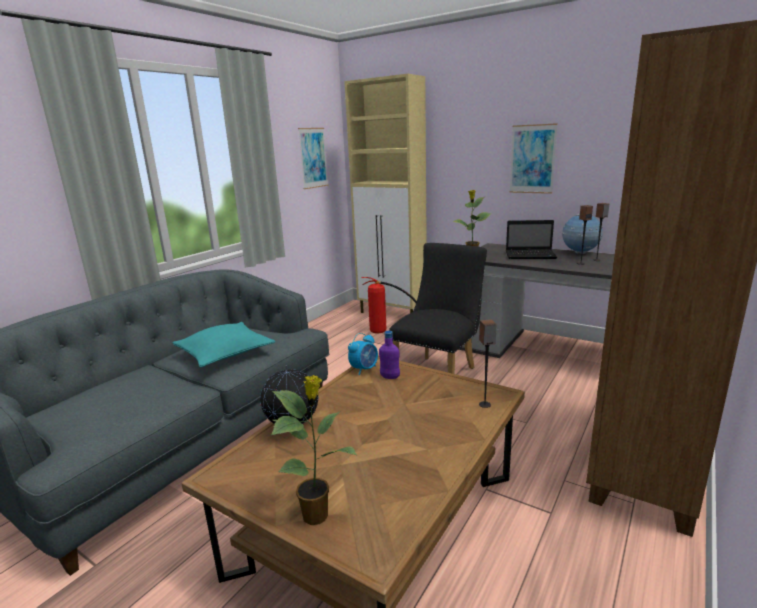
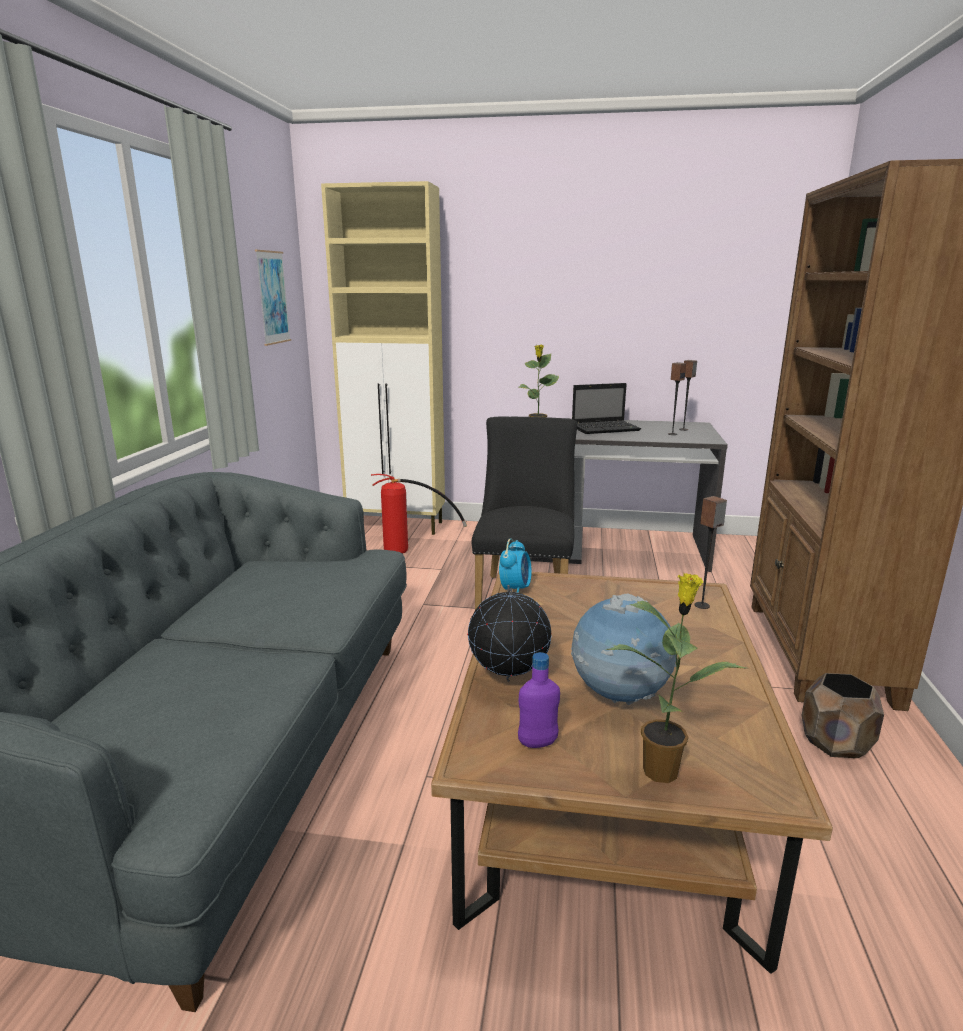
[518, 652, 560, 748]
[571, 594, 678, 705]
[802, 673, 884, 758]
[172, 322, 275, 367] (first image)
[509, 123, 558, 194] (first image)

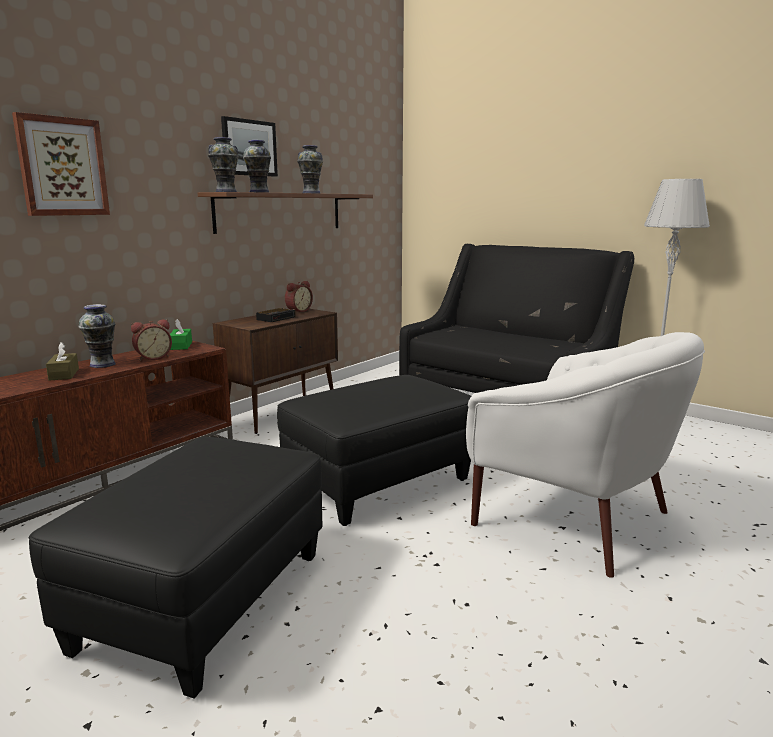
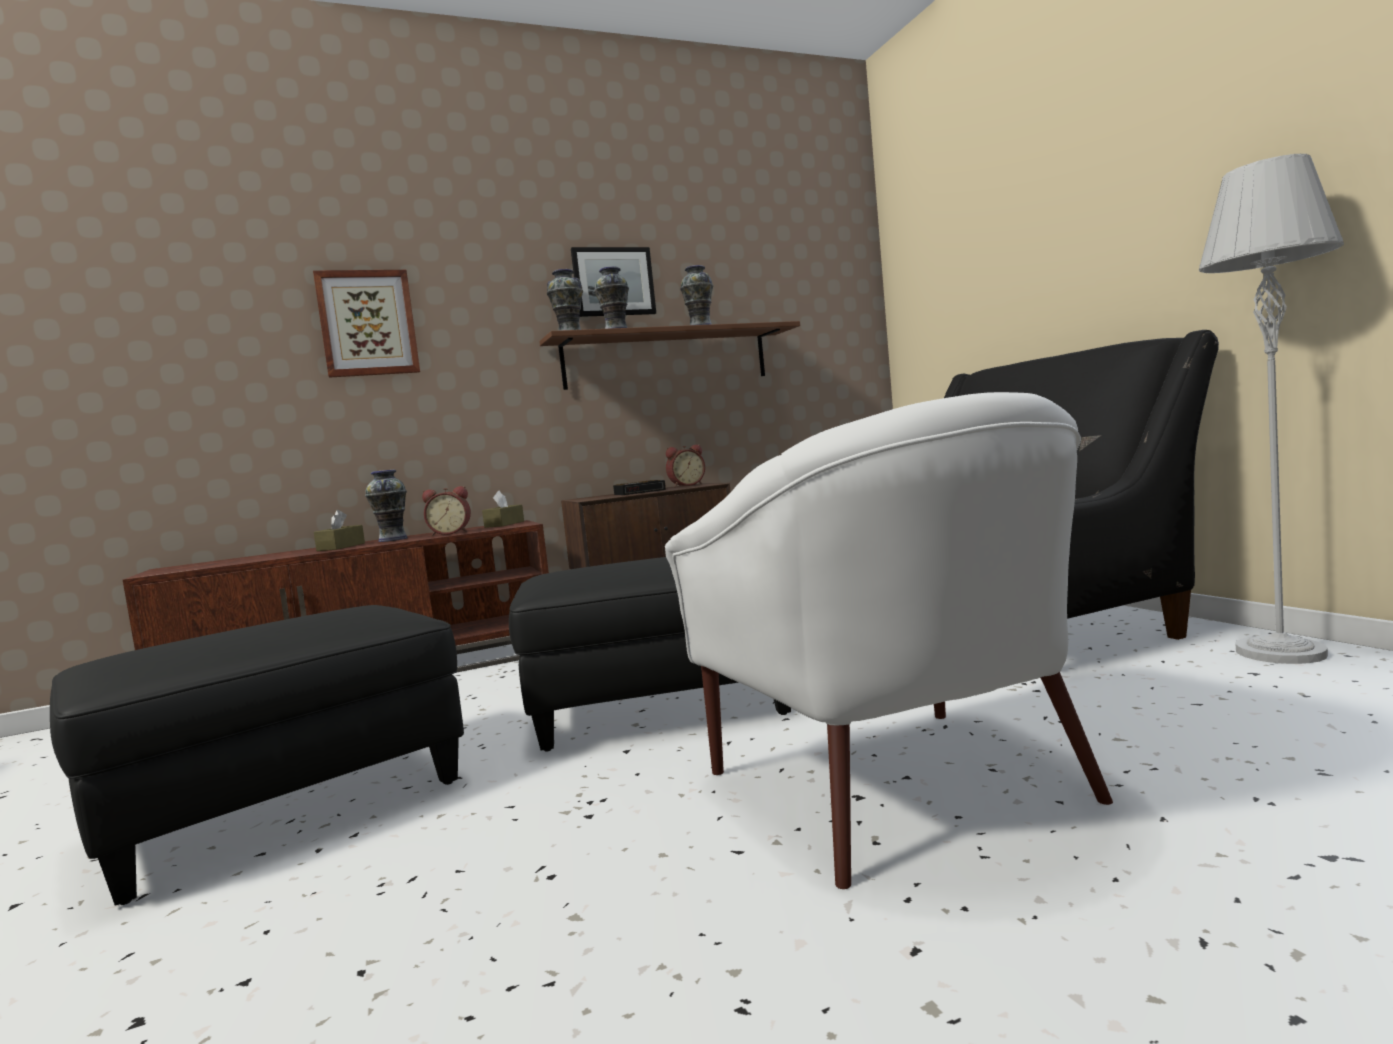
[482, 491, 524, 528]

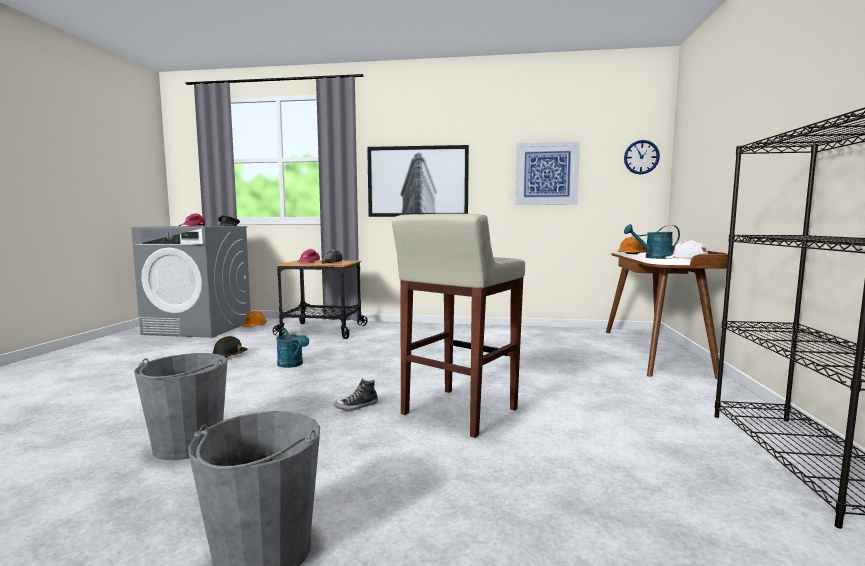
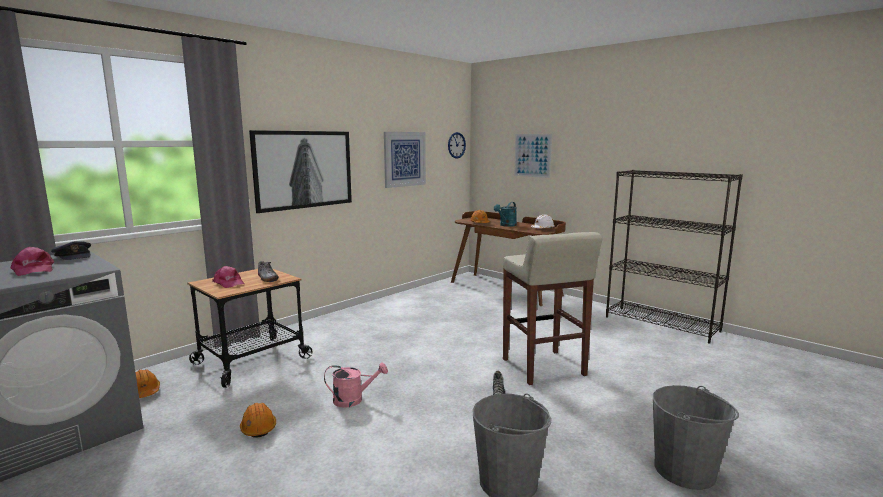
[240, 403, 276, 438]
[324, 362, 388, 408]
[514, 134, 552, 178]

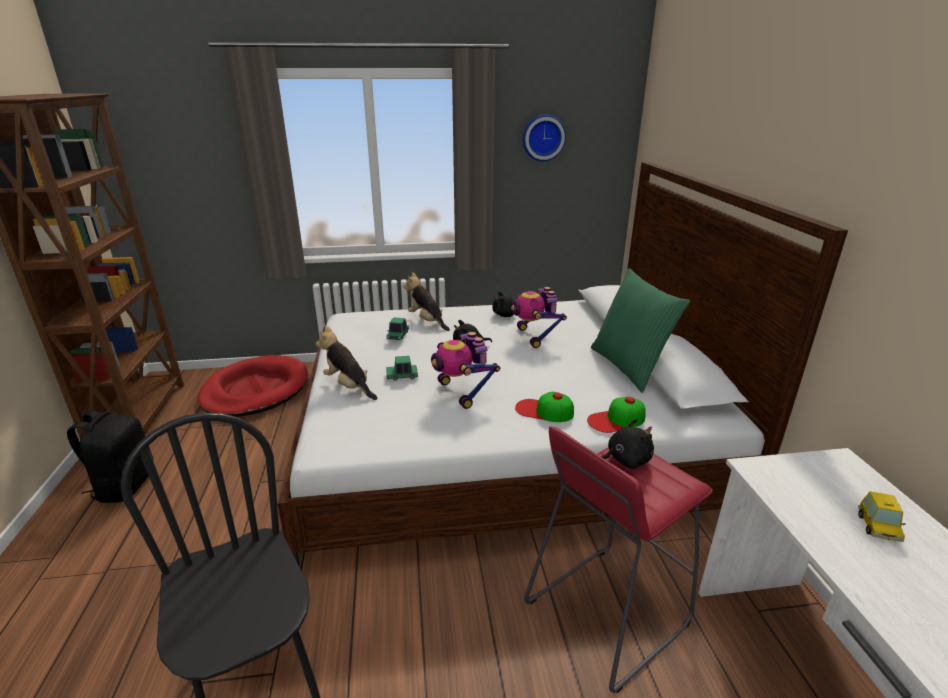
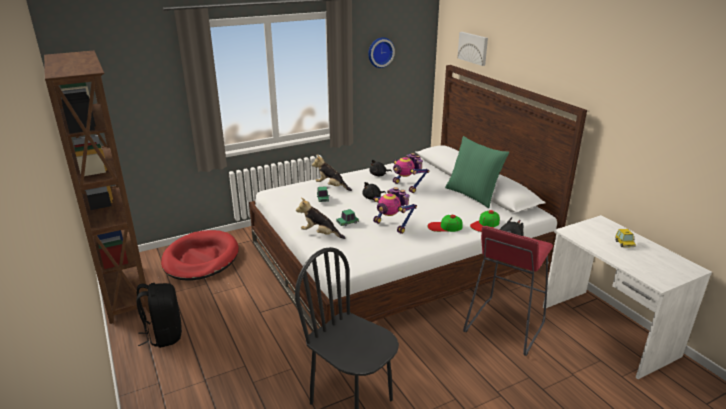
[457, 32, 488, 66]

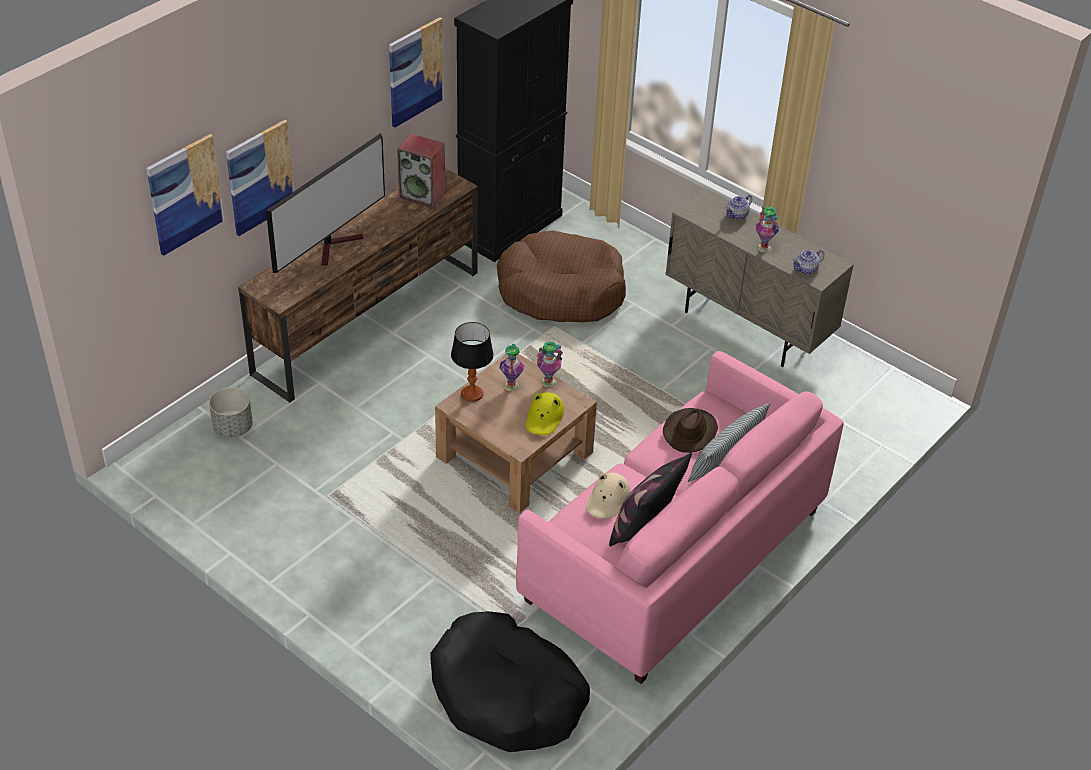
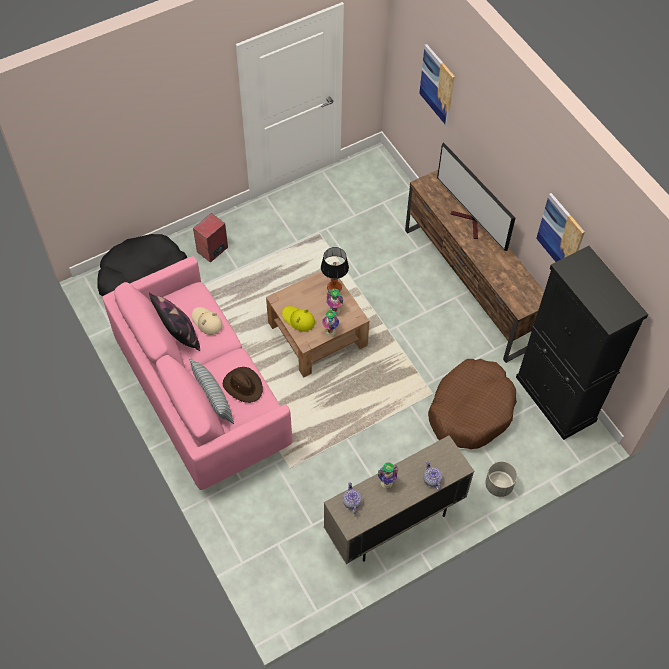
[193, 213, 228, 263]
[485, 461, 517, 497]
[226, 120, 294, 236] (first image)

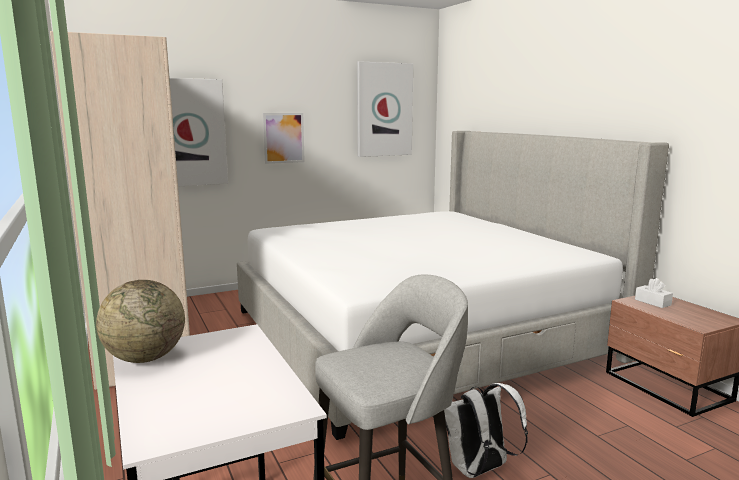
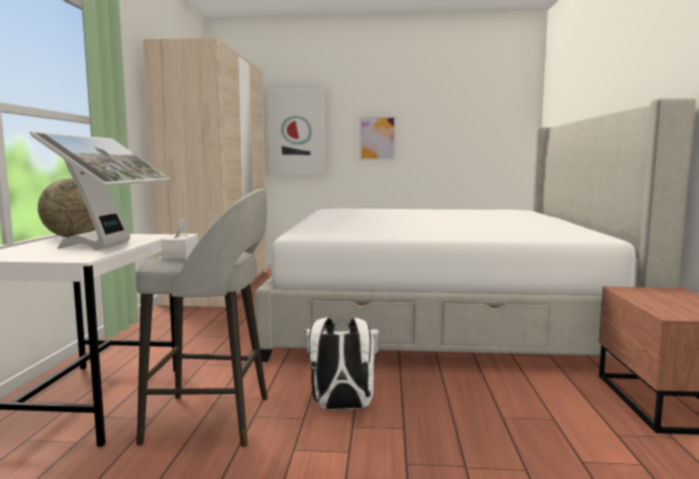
[30, 131, 170, 250]
[162, 218, 198, 259]
[357, 61, 413, 157] (first image)

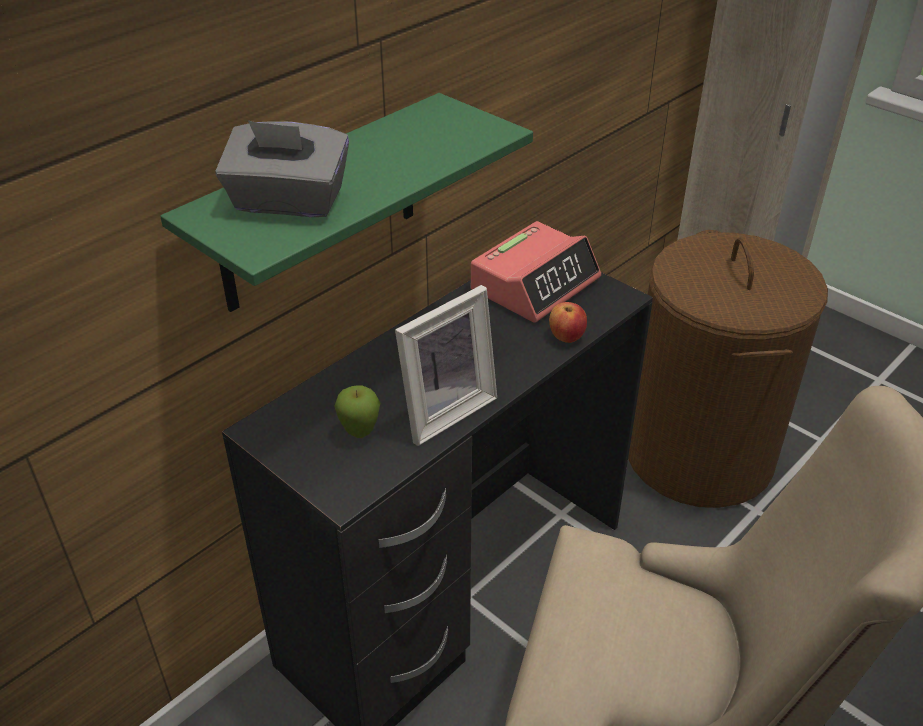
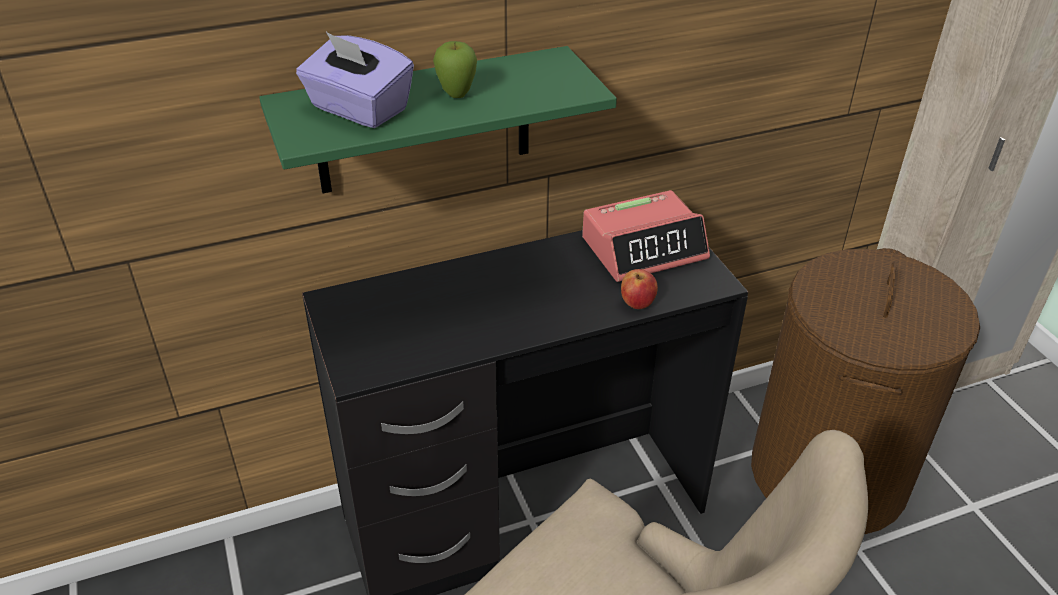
[296, 32, 414, 128]
[433, 41, 477, 98]
[395, 285, 497, 446] (first image)

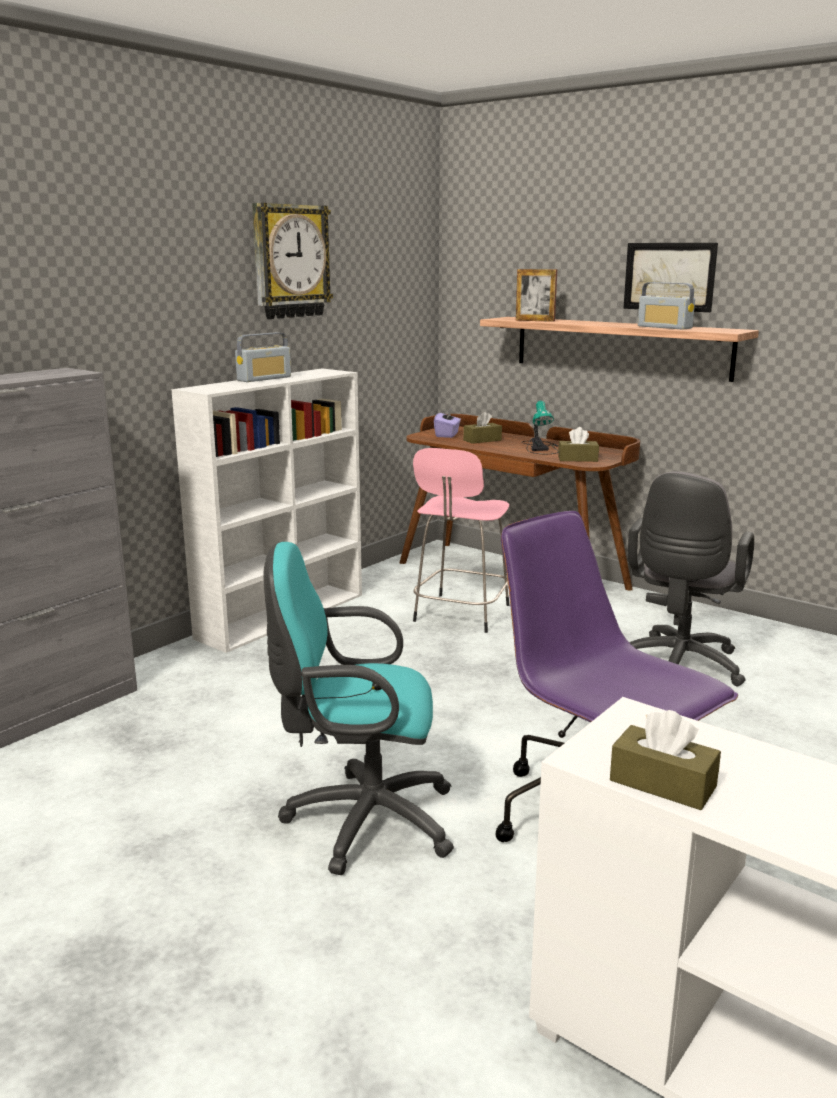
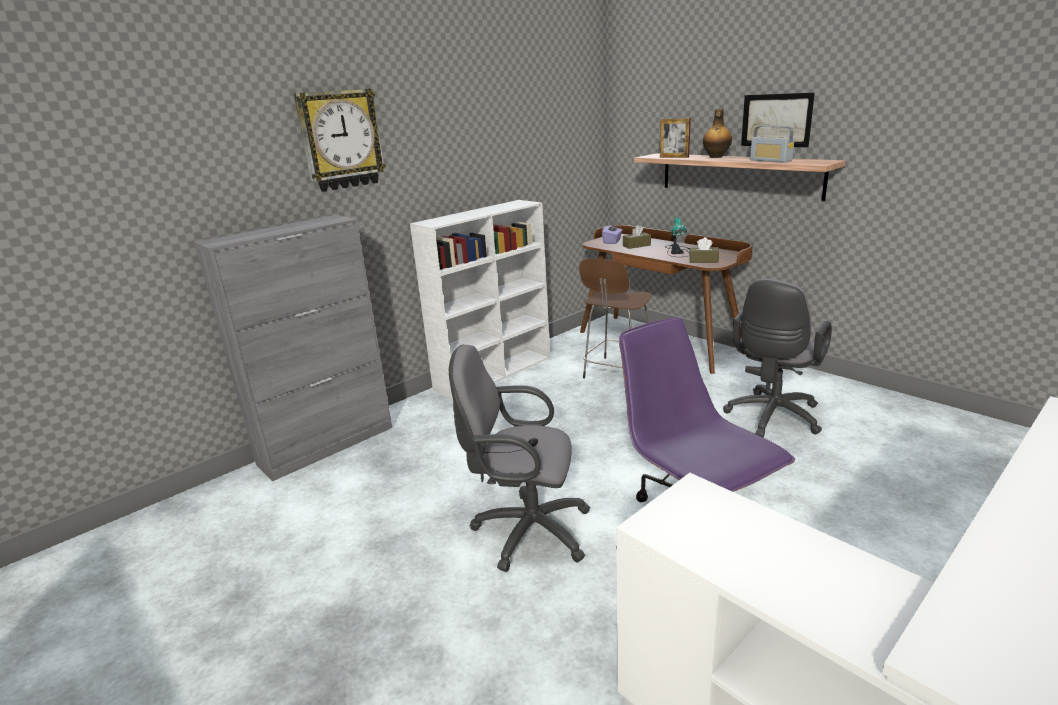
[294, 89, 386, 192]
[449, 345, 590, 572]
[579, 258, 652, 378]
[703, 109, 732, 158]
[235, 332, 291, 382] (first image)
[610, 710, 721, 810] (first image)

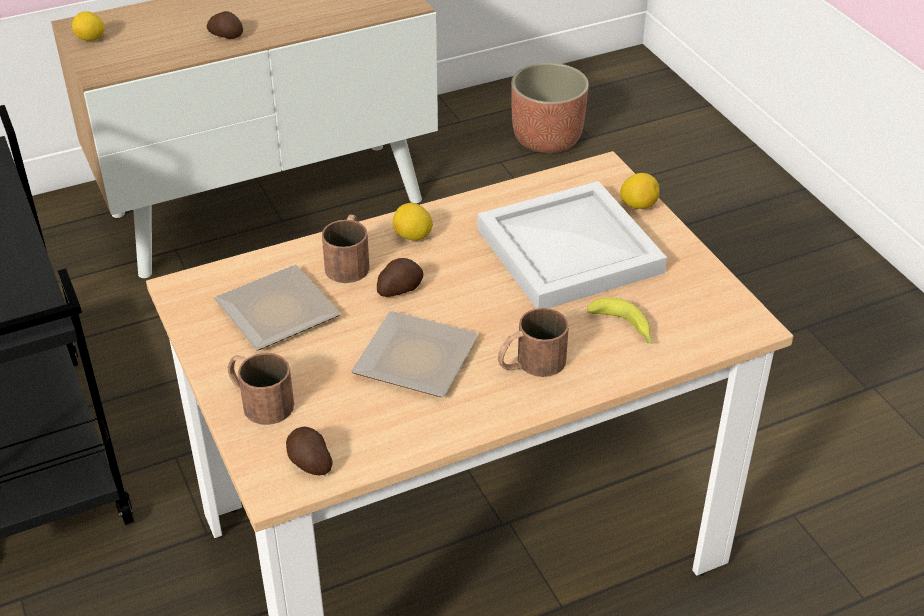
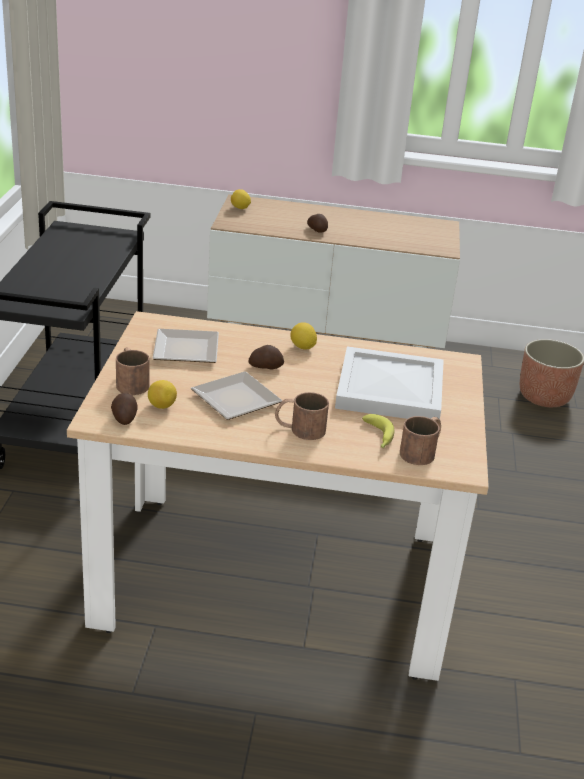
[148, 380, 177, 409]
[400, 416, 441, 465]

